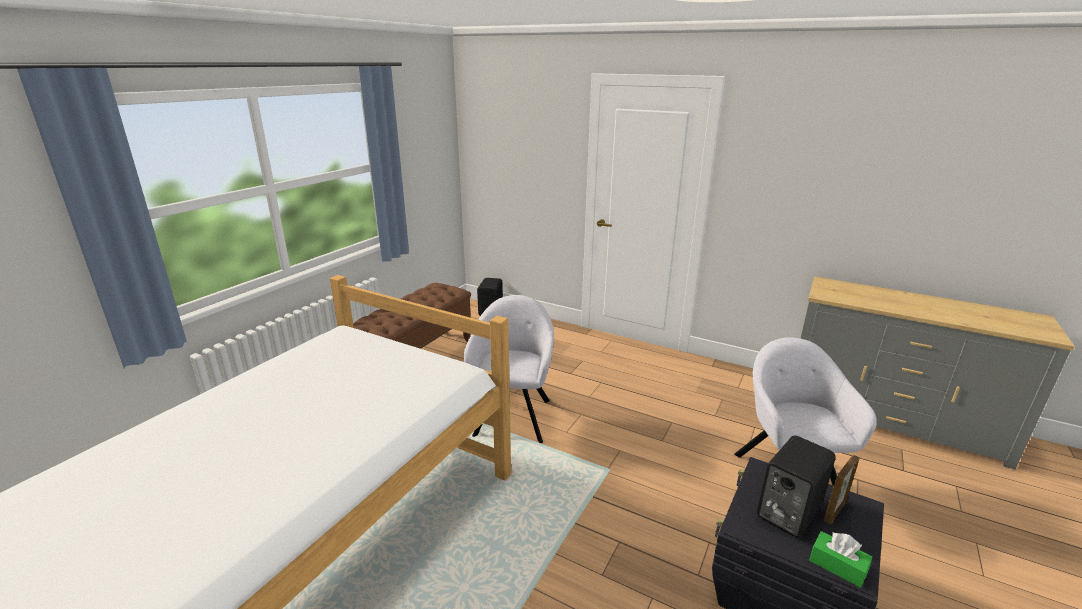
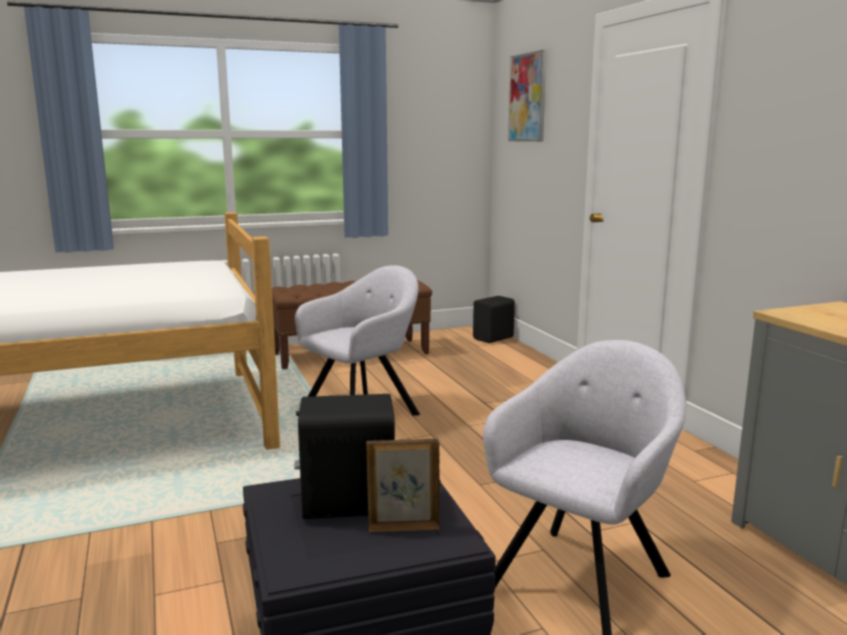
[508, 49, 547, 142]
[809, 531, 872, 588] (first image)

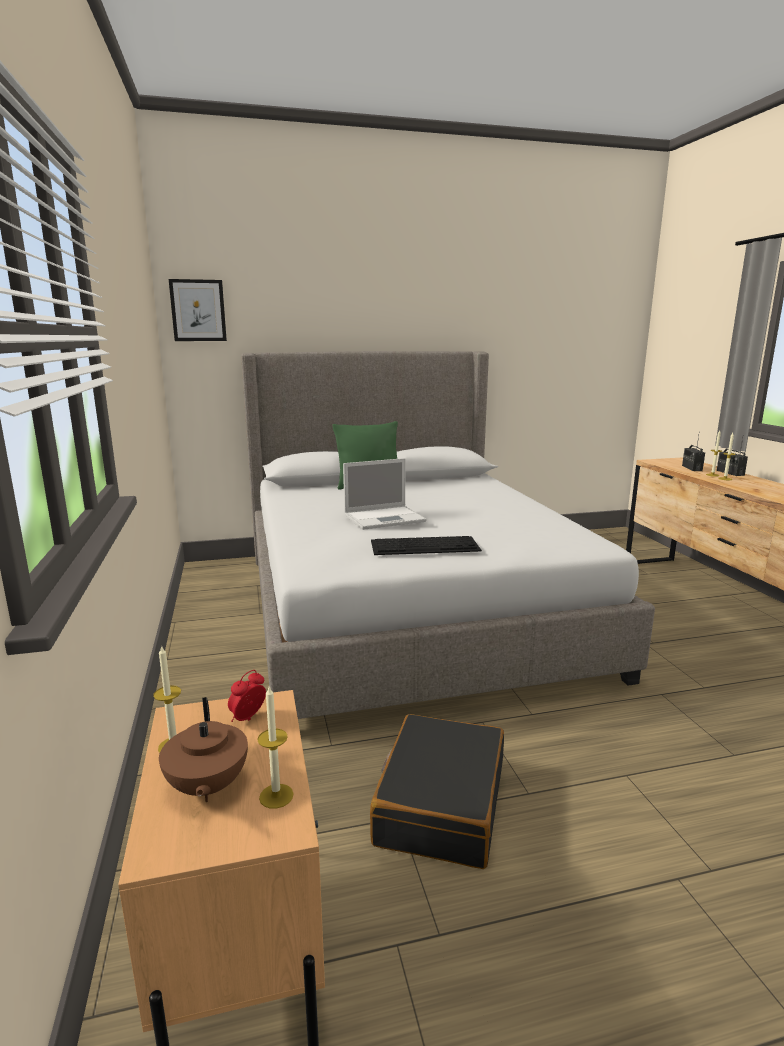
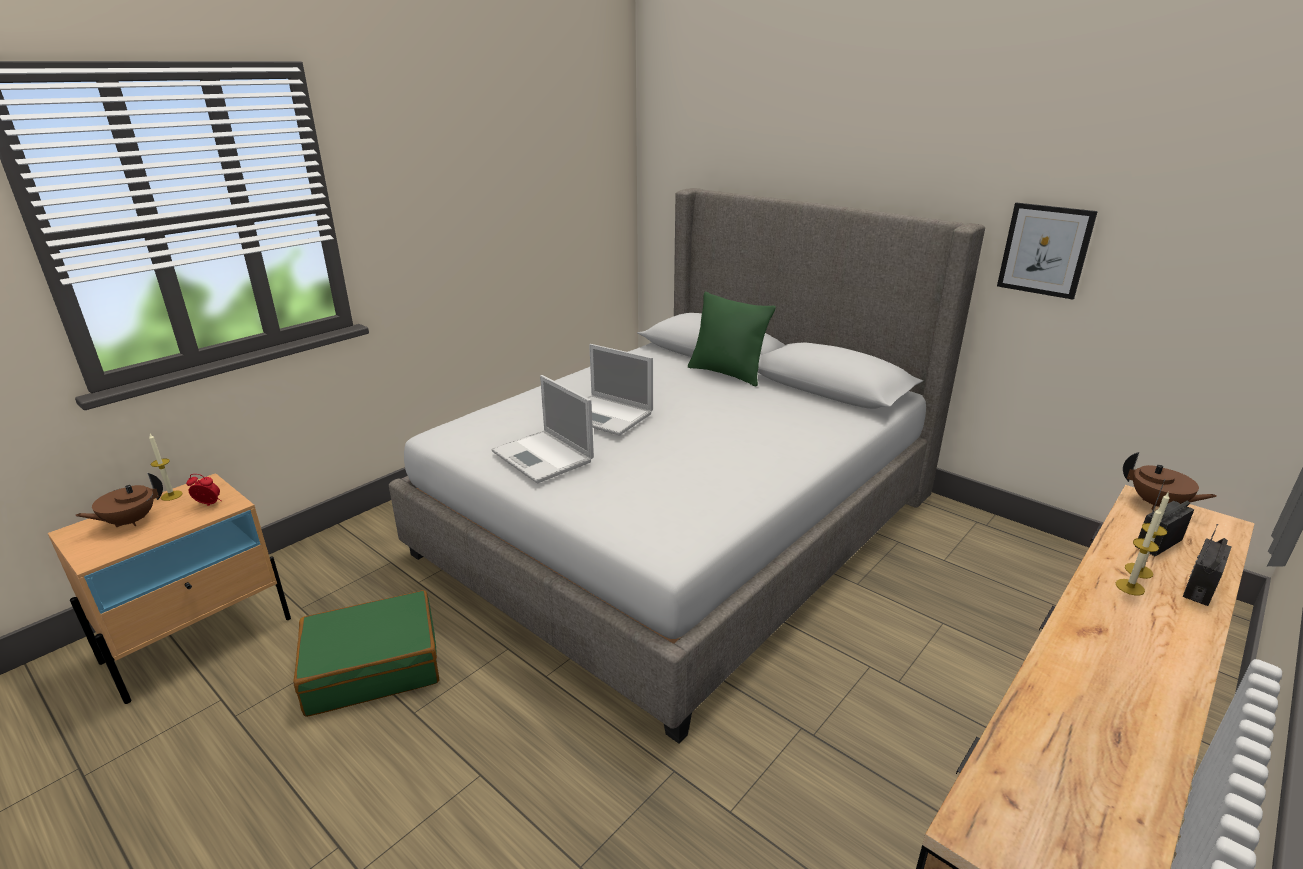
[293, 590, 439, 717]
[491, 375, 594, 484]
[997, 202, 1098, 300]
[1123, 452, 1217, 510]
[257, 686, 294, 809] (first image)

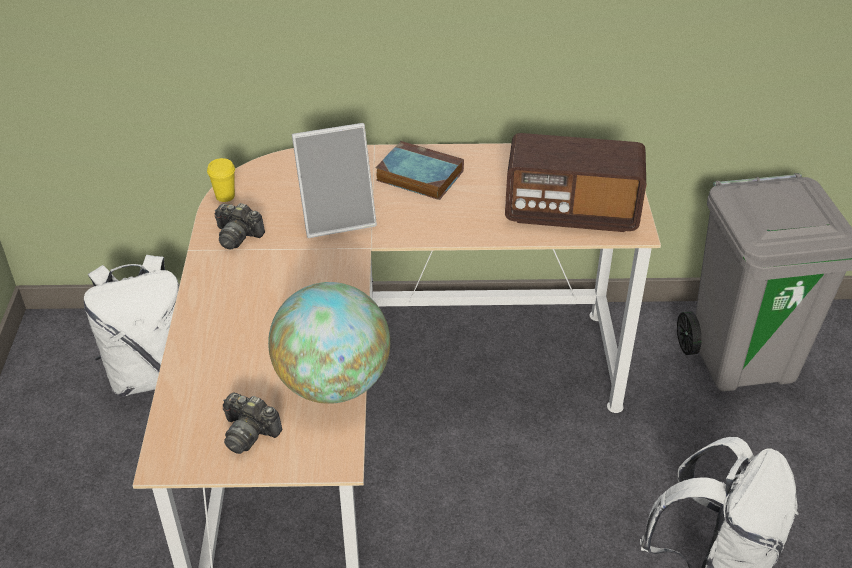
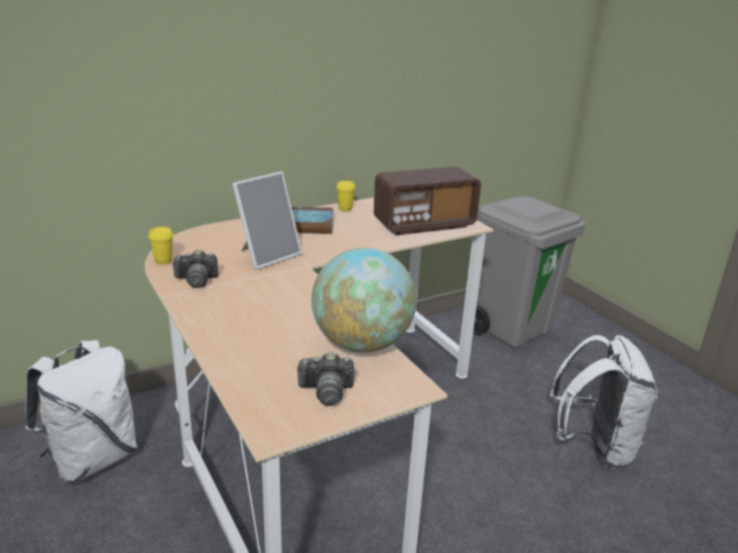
[336, 181, 356, 211]

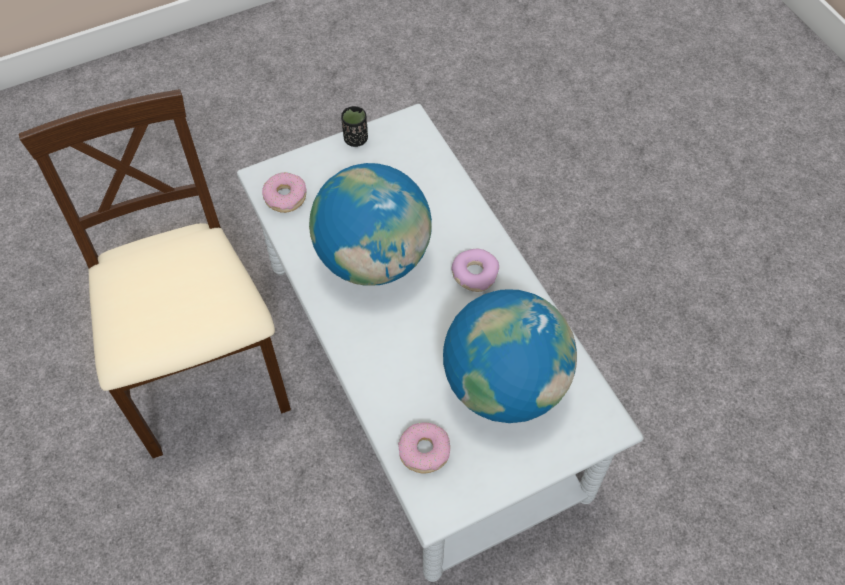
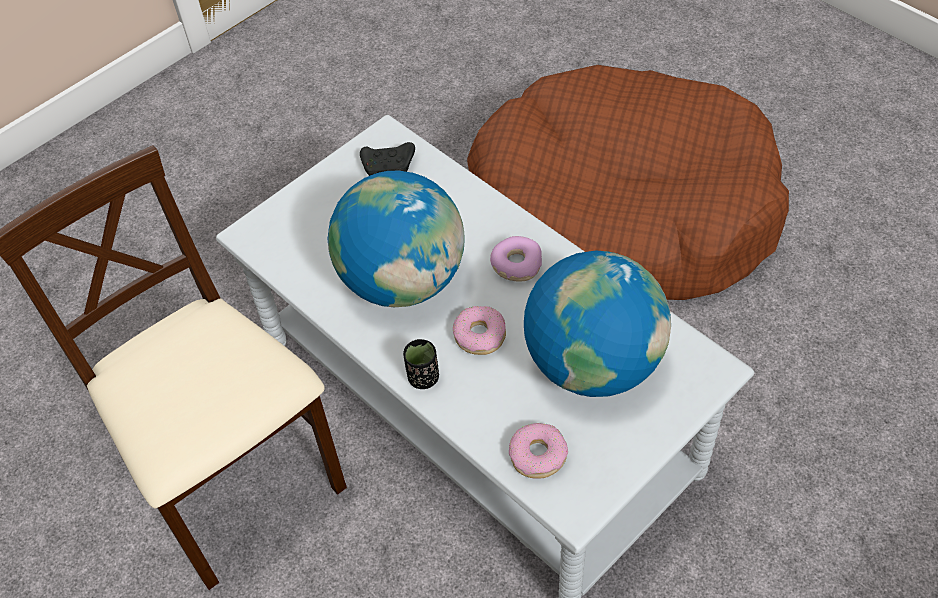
[360, 142, 415, 176]
[403, 339, 439, 389]
[453, 306, 506, 355]
[467, 65, 789, 300]

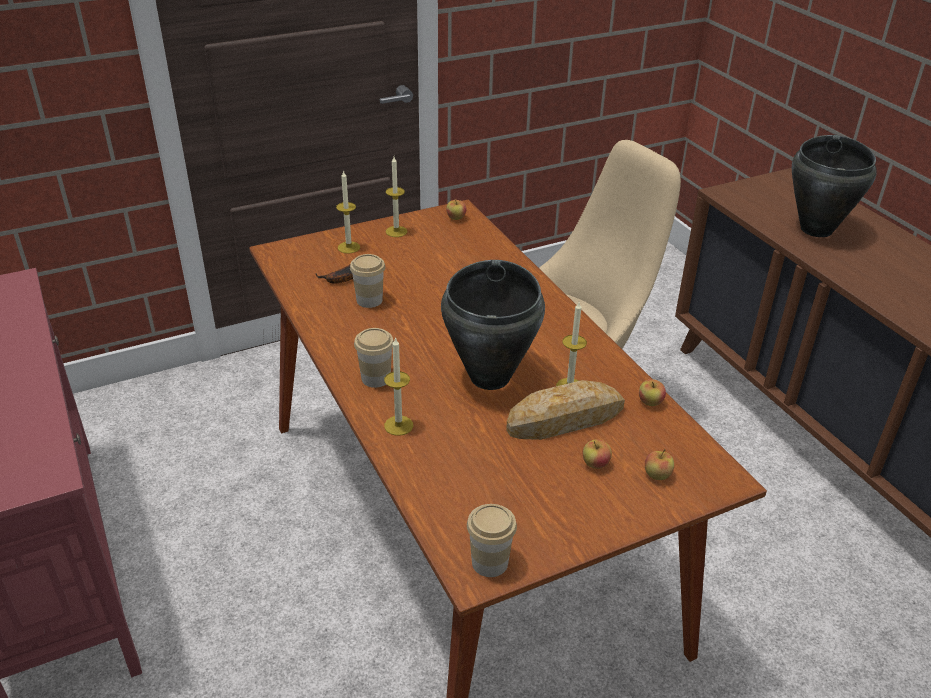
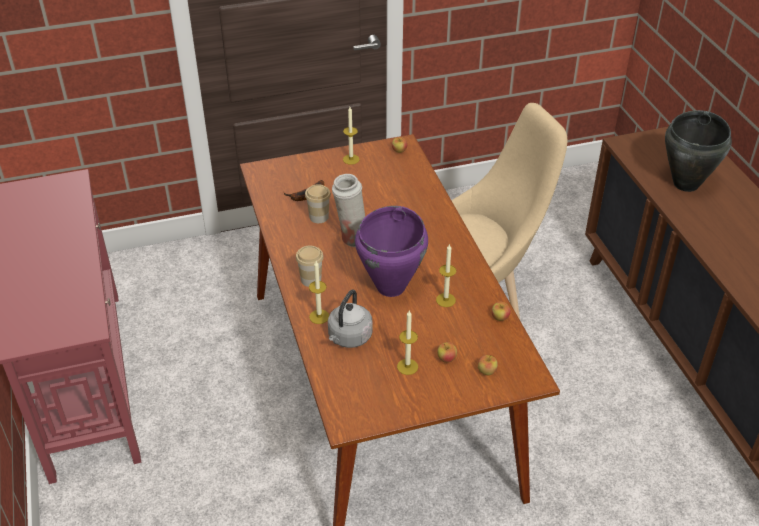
[328, 289, 373, 348]
[332, 174, 365, 247]
[355, 206, 428, 297]
[397, 311, 418, 375]
[467, 504, 517, 577] (first image)
[506, 380, 625, 440] (first image)

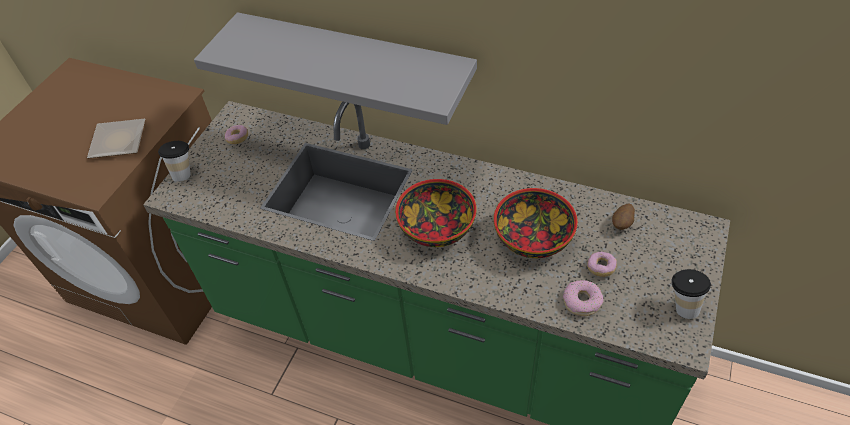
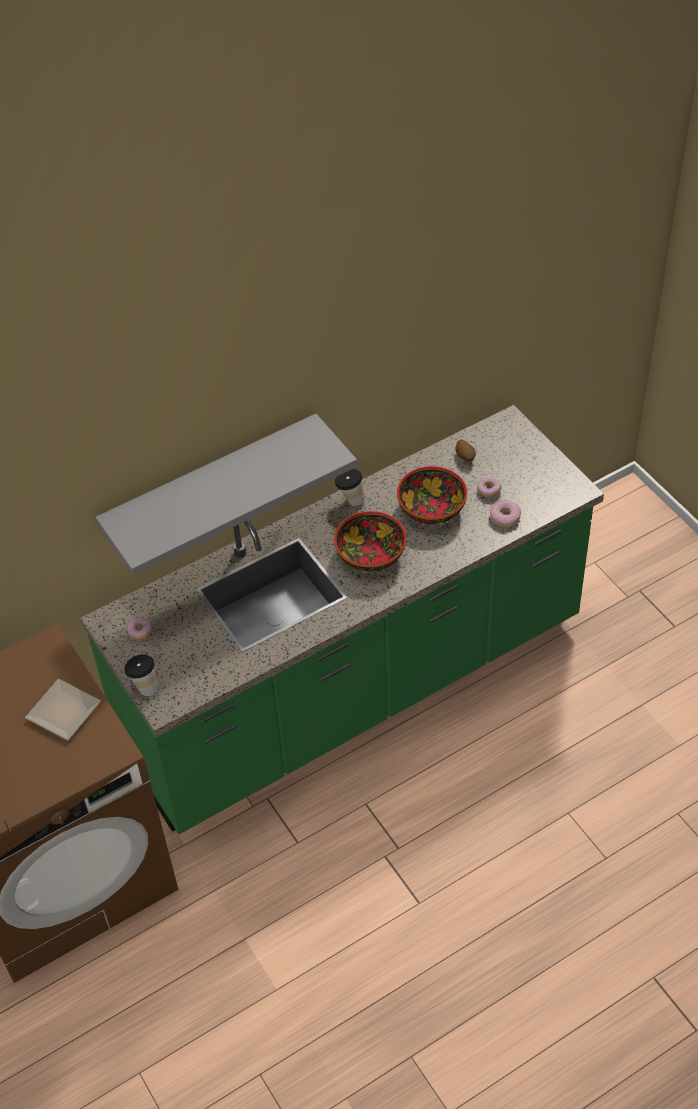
[335, 469, 365, 506]

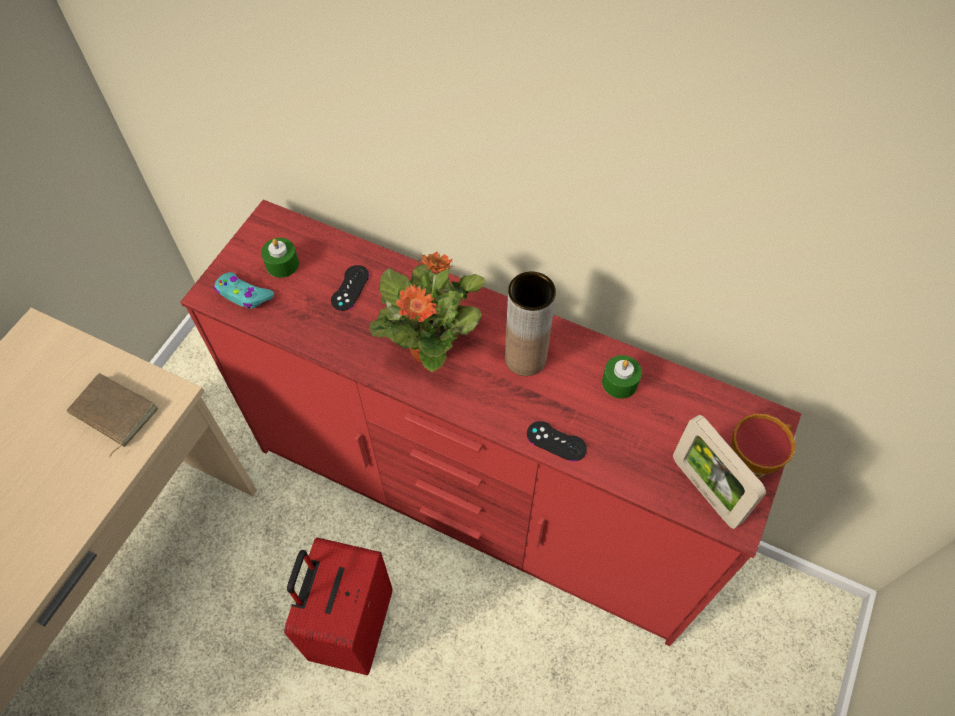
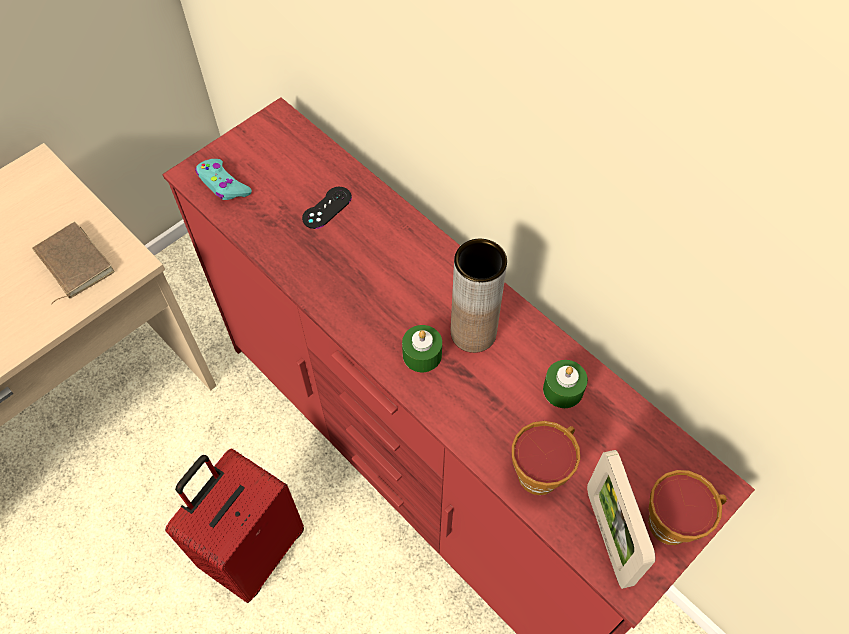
[402, 325, 442, 372]
[512, 421, 580, 495]
[369, 252, 485, 372] (first image)
[527, 421, 587, 462] (first image)

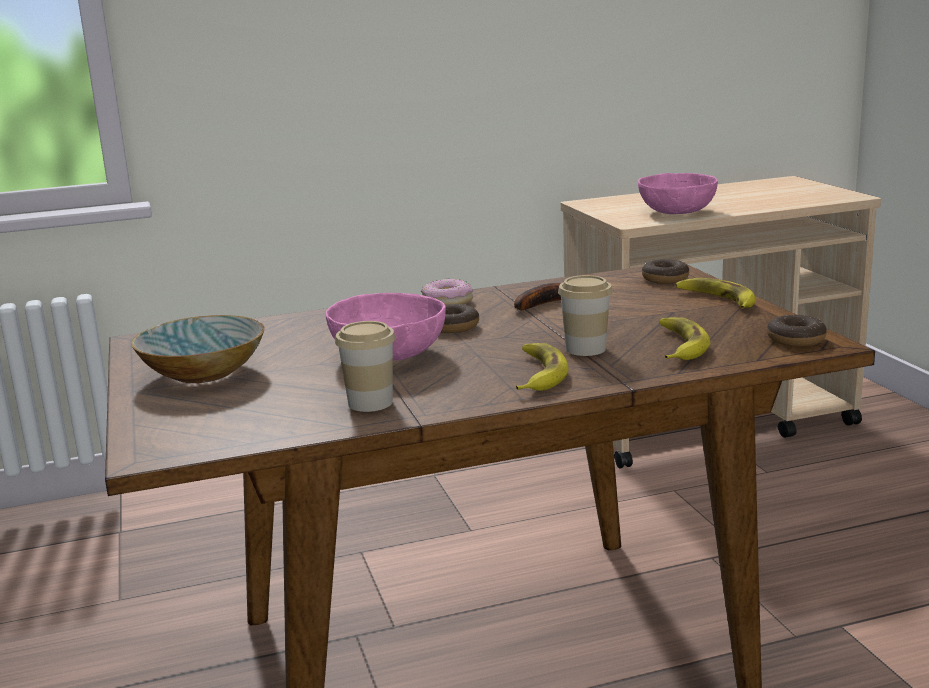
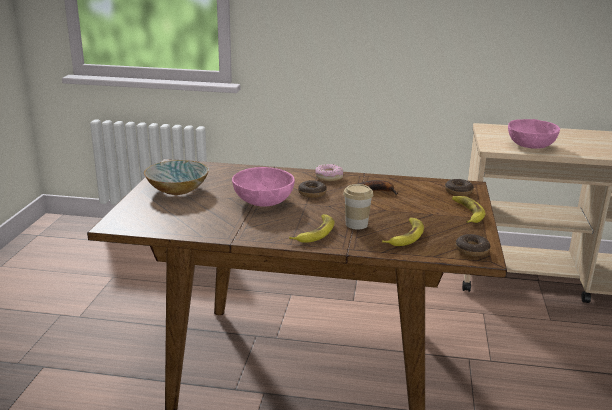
[335, 321, 396, 412] (first image)

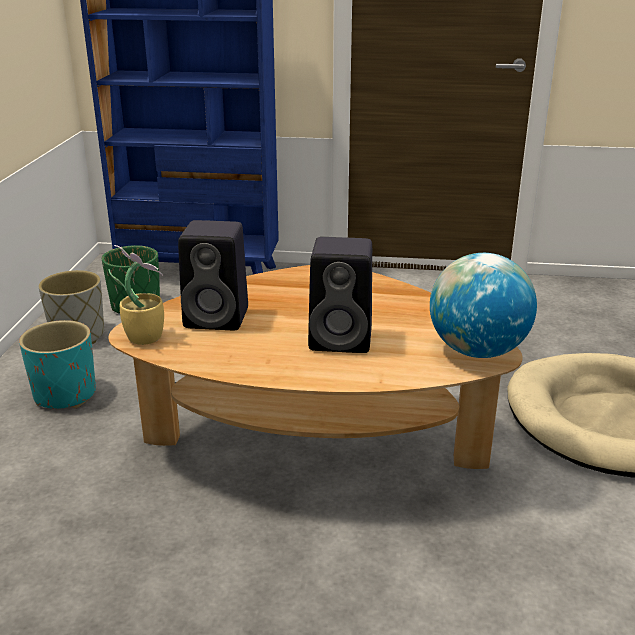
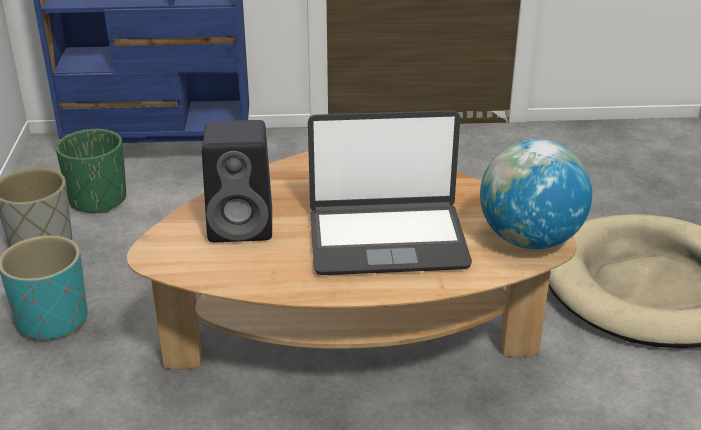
[308, 110, 472, 275]
[109, 245, 164, 345] (first image)

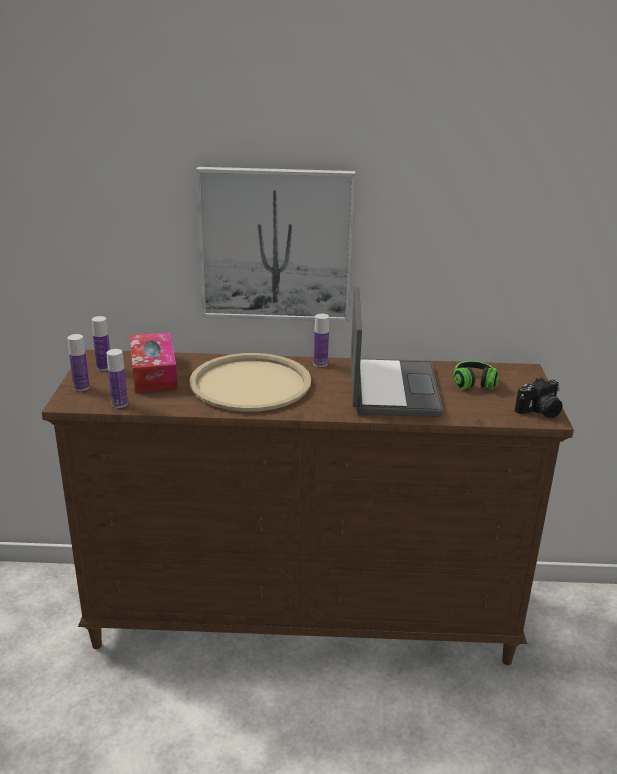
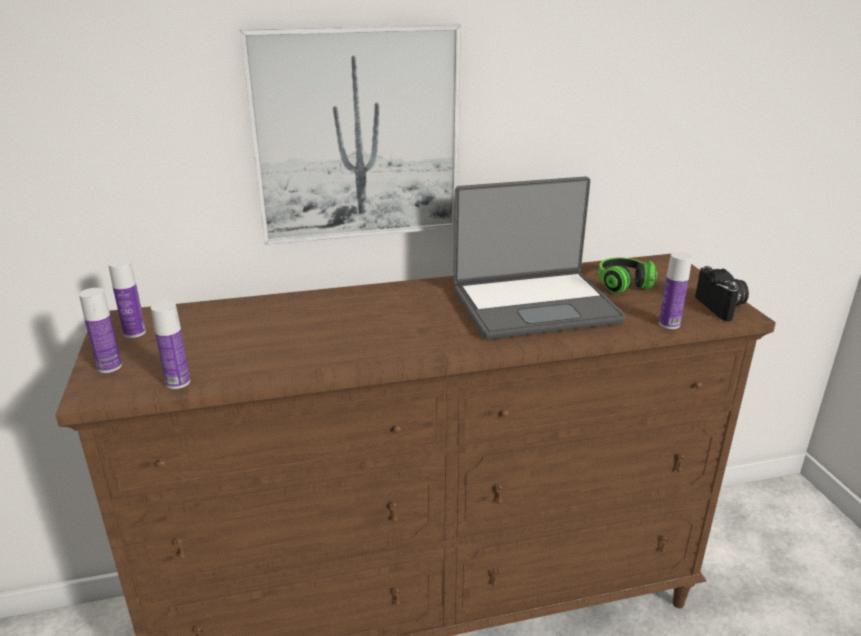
[453, 176, 626, 340]
[659, 252, 692, 329]
[695, 266, 749, 321]
[130, 332, 178, 393] (first image)
[190, 353, 311, 412] (first image)

